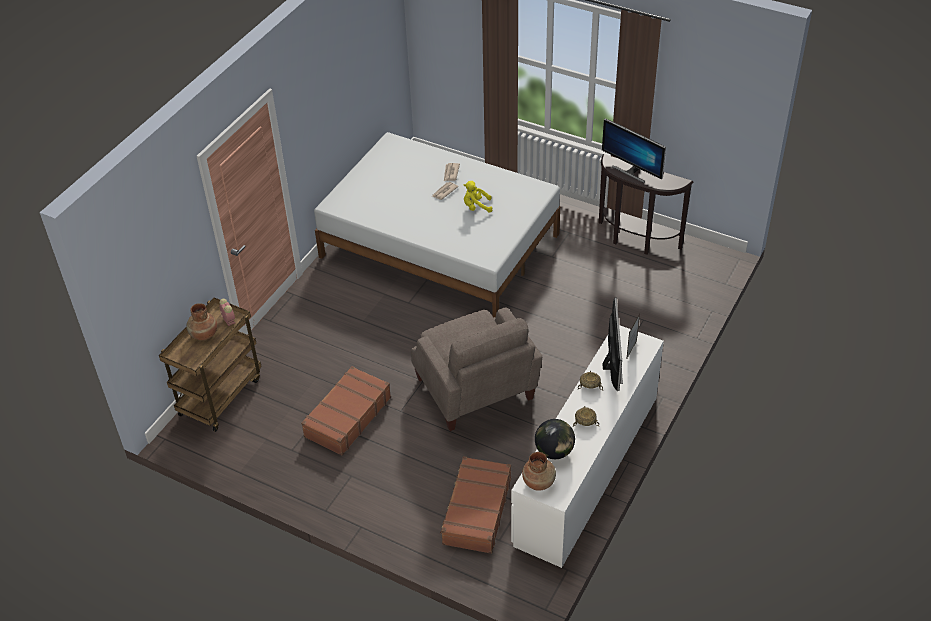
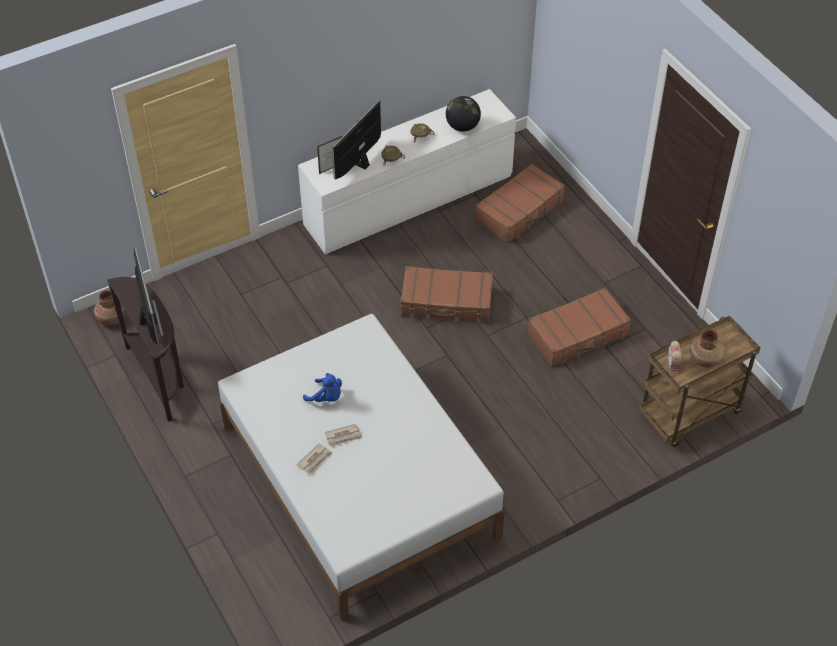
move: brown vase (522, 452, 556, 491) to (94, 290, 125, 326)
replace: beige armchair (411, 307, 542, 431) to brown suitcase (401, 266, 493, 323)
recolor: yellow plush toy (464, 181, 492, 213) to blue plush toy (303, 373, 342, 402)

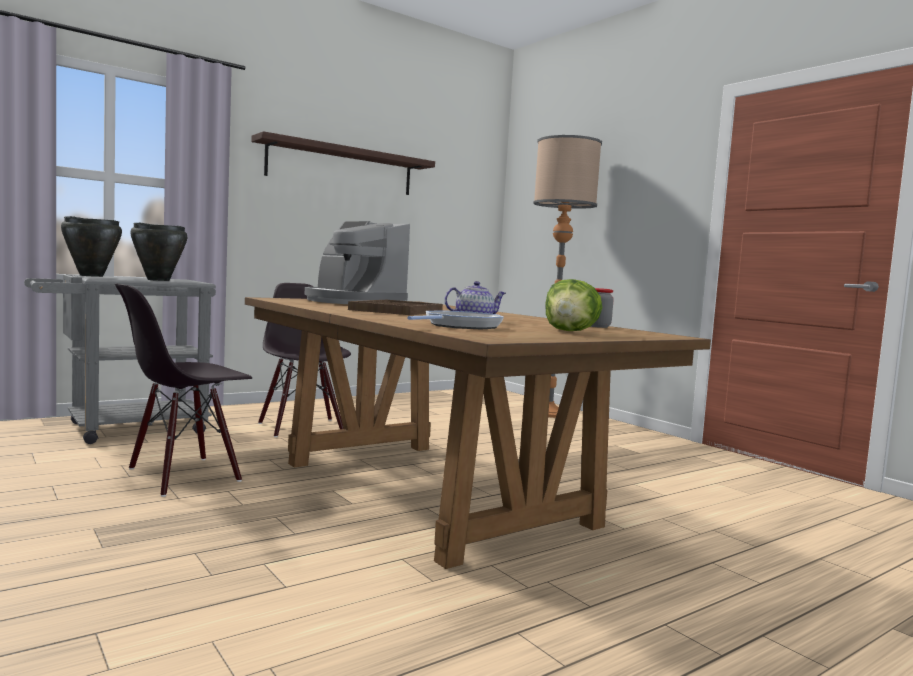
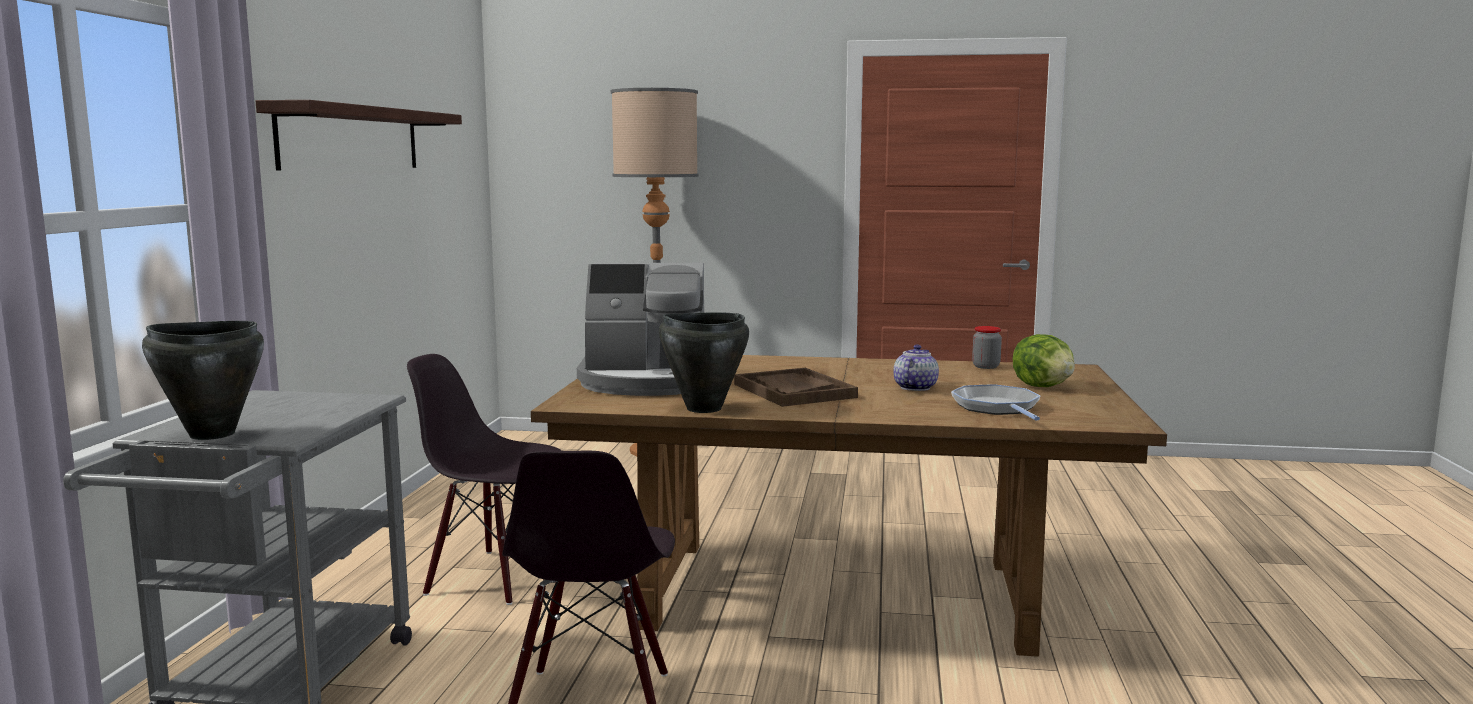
move: black cooking pot (130, 223, 187, 281) to (659, 312, 749, 413)

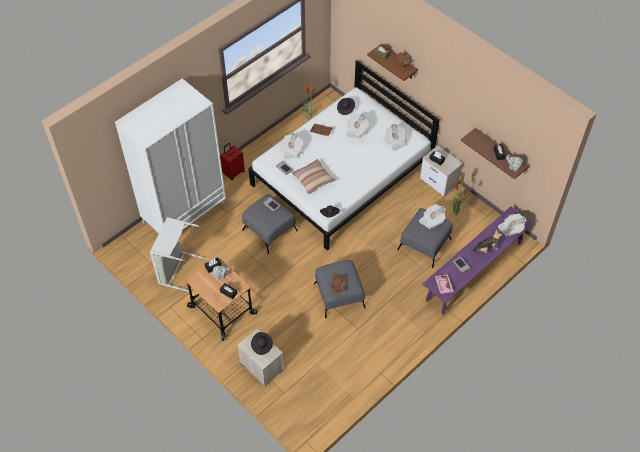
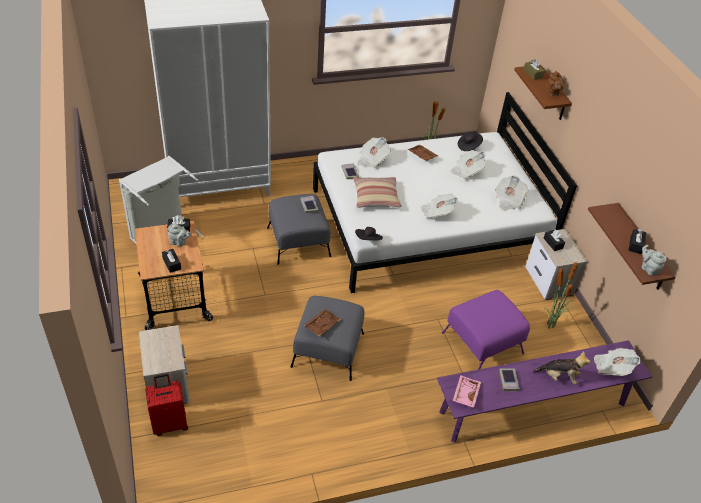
delete: black hat (251, 332, 273, 355)
move: red suitcase (220, 143, 245, 180) to (145, 374, 188, 436); newspaper (419, 204, 446, 229) to (421, 193, 458, 219)
recolor: grey ottoman (398, 208, 453, 268) to purple ottoman (442, 290, 530, 370)

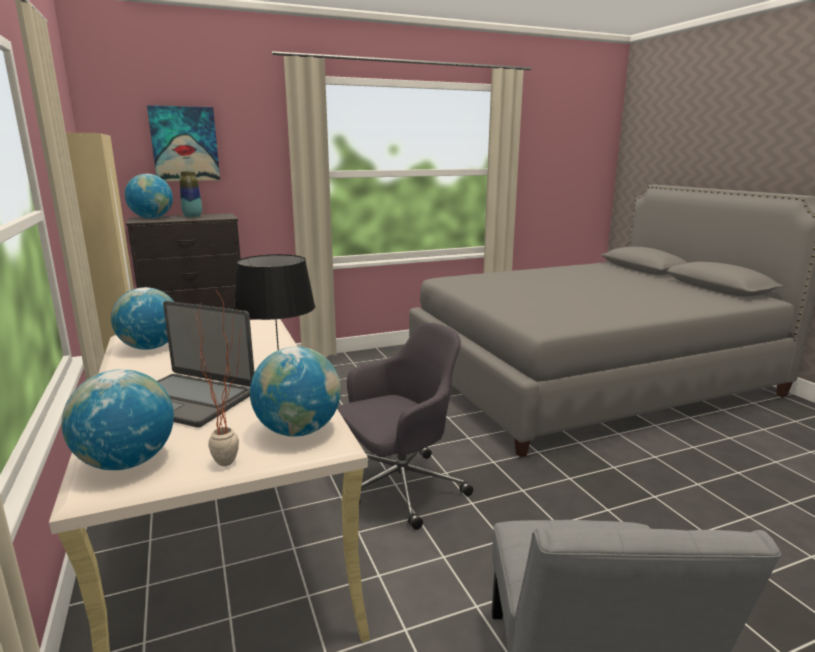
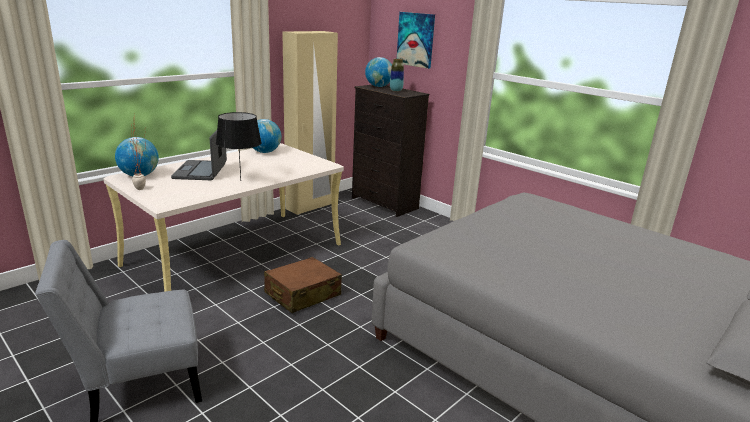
delete: globe (250, 347, 341, 436)
replace: grey office chair (337, 322, 473, 530) to brown suitcase (264, 257, 342, 313)

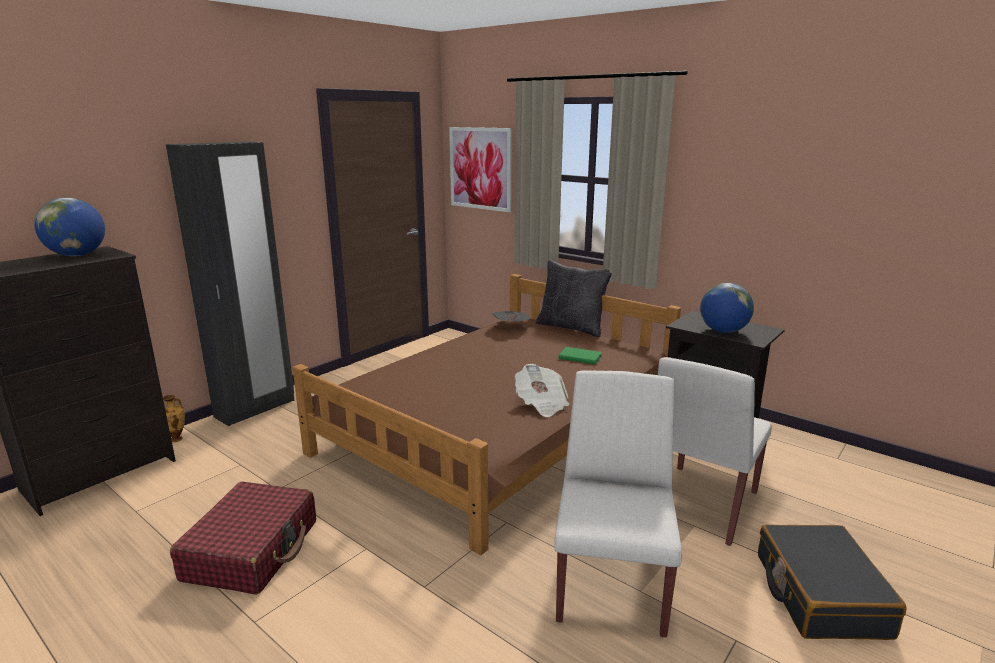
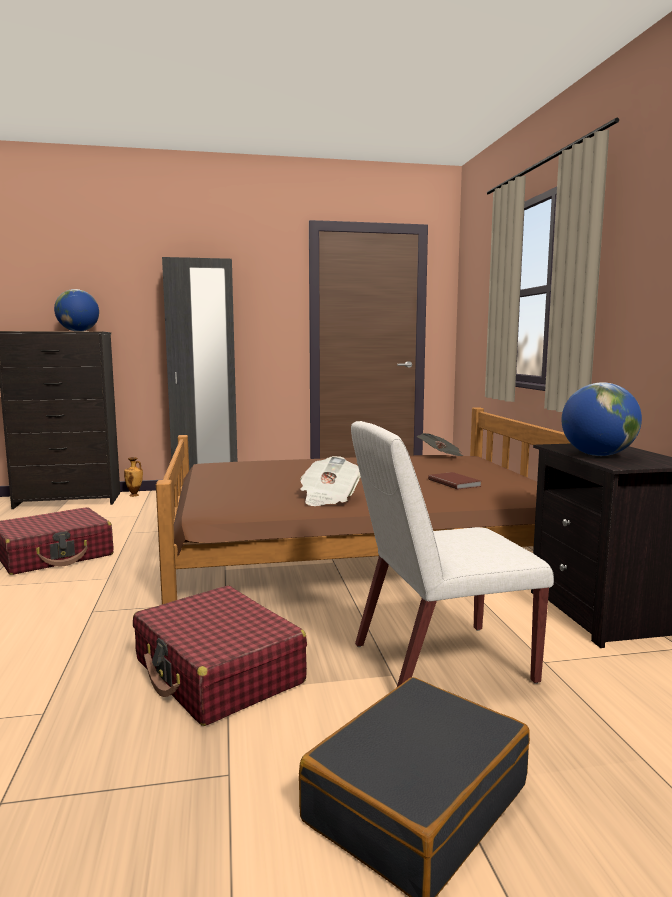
delete: picture (449, 127, 512, 212); black pillow (536, 260, 612, 337)
replace: white chair (554, 370, 682, 638) to red suitcase (133, 585, 307, 726)
recolor: green book (559, 347, 602, 365) to brown book (428, 472, 481, 490)

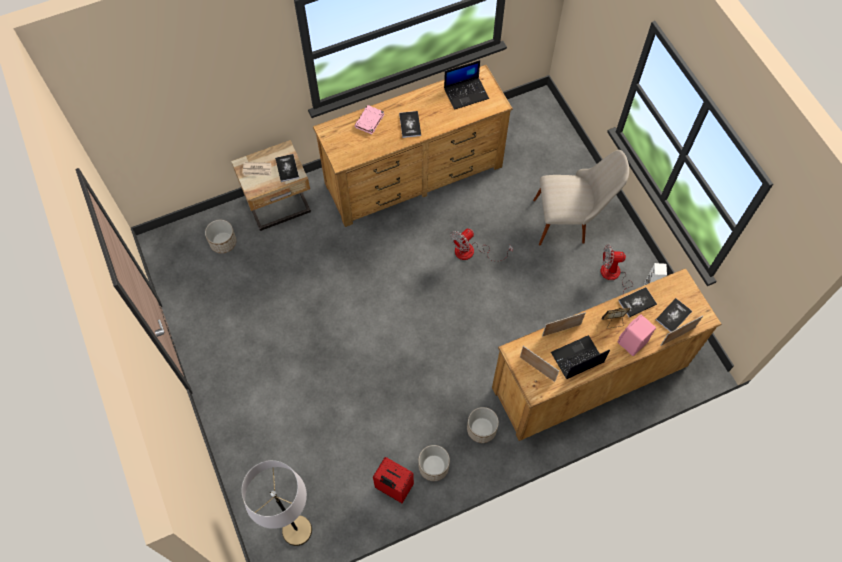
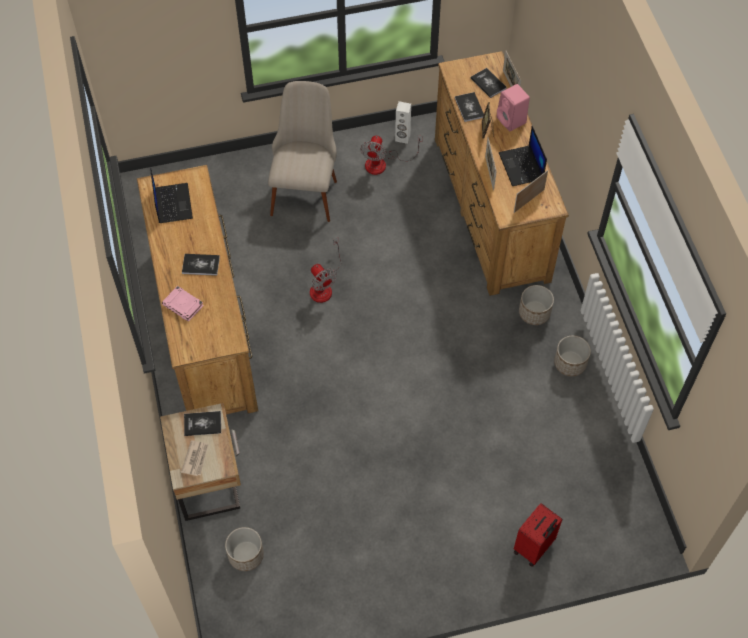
delete: grey floor lamp (242, 460, 312, 546)
move: red suitcase (373, 457, 414, 503) to (514, 503, 563, 567)

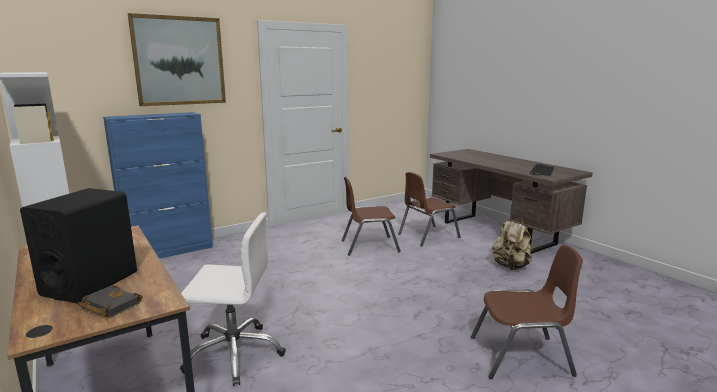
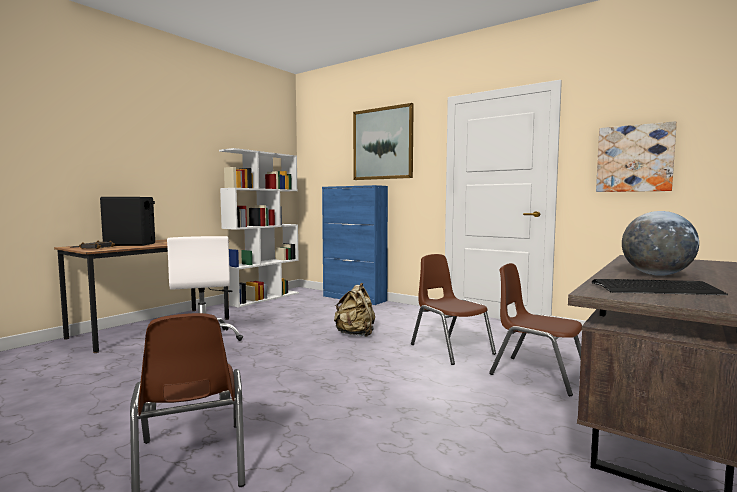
insert: picture (596, 121, 677, 192); globe (622, 211, 699, 276)
move: beige backpack (492, 217, 532, 270) to (334, 283, 375, 337)

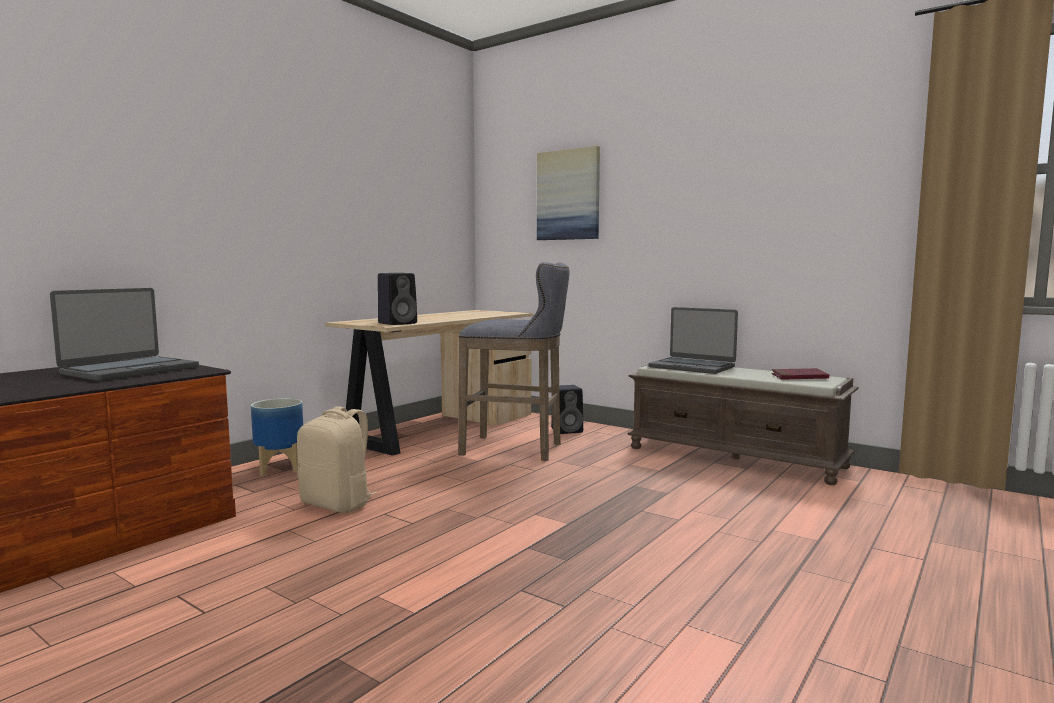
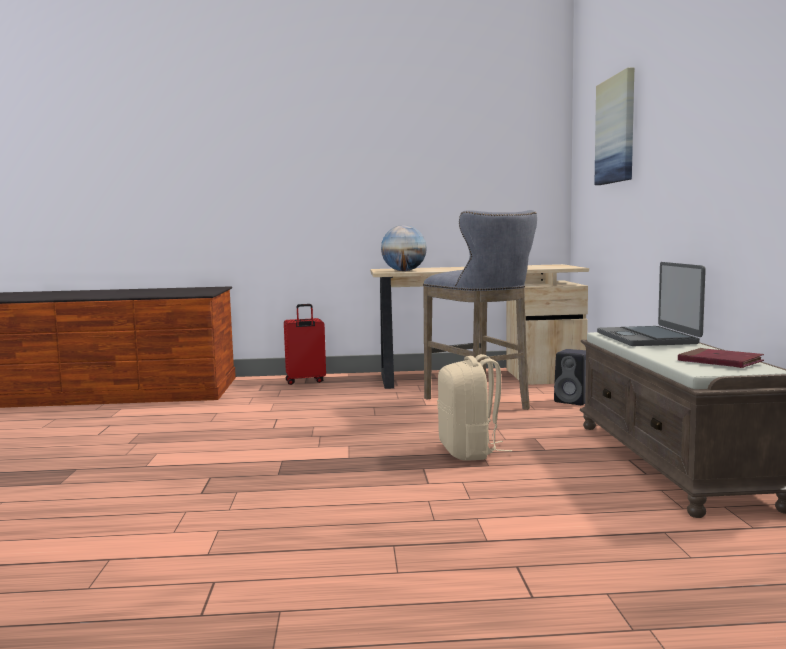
delete: laptop (50, 288, 199, 381)
move: beige backpack (297, 406, 377, 513) to (437, 354, 512, 461)
replace: black speaker (378, 273, 417, 325) to globe (381, 225, 427, 271); planter (251, 398, 303, 476) to red suitcase (284, 304, 326, 385)

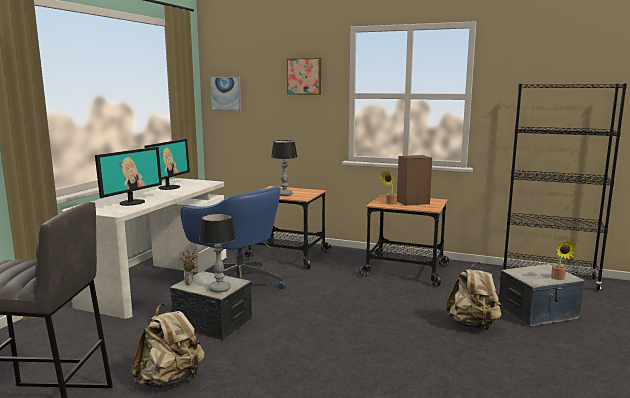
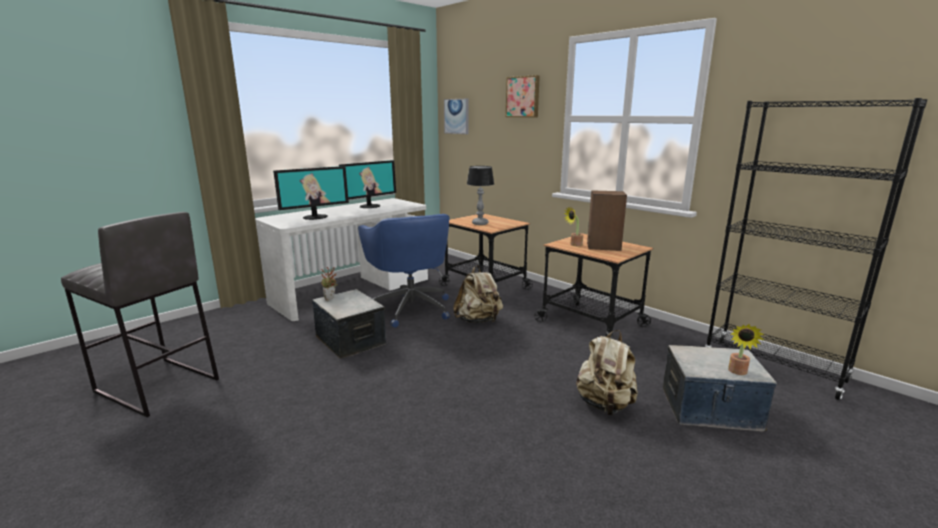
delete: table lamp (199, 213, 236, 293)
move: beige backpack (131, 304, 205, 388) to (453, 265, 503, 323)

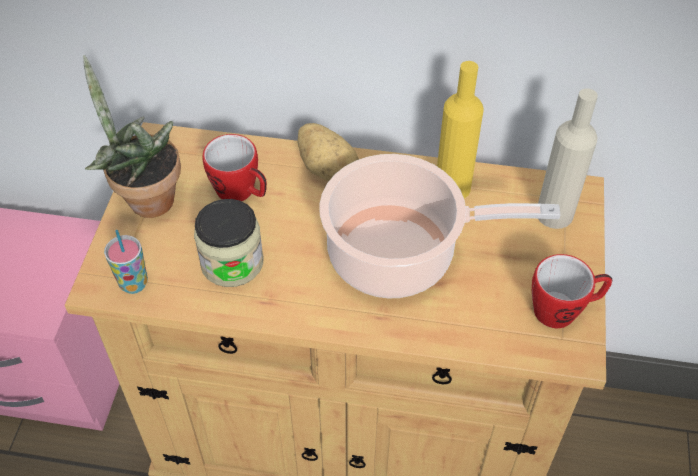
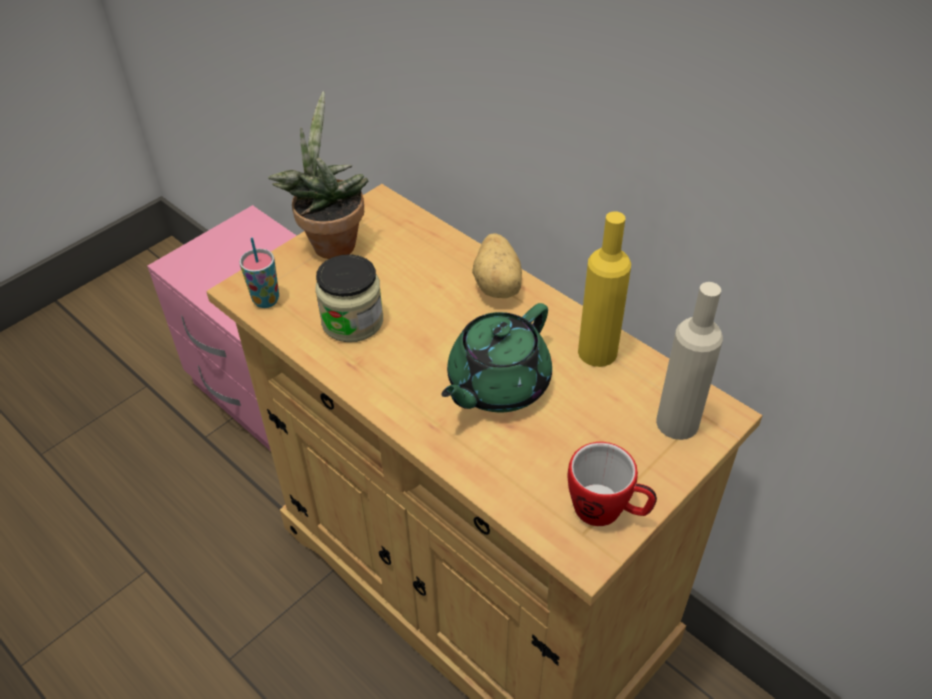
delete: mug (202, 134, 267, 201)
replace: cooking pot (319, 154, 560, 298) to green teapot (441, 303, 552, 412)

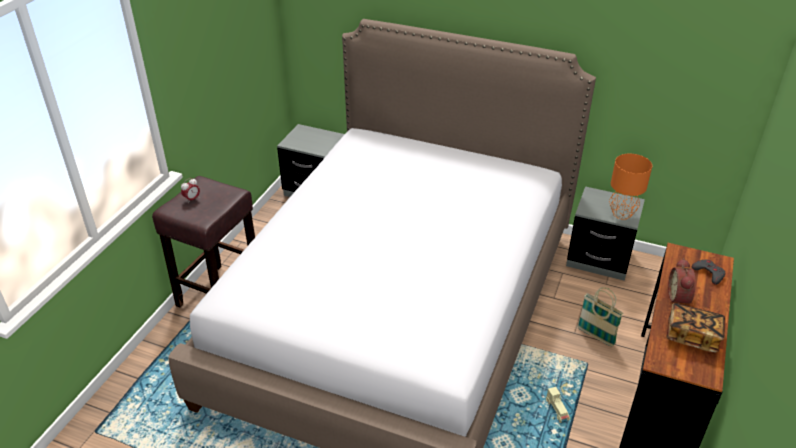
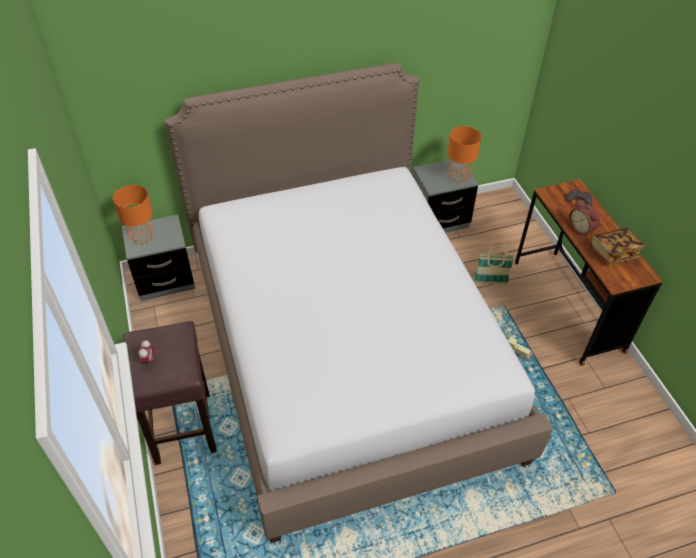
insert: orange table lamp (113, 185, 154, 245)

